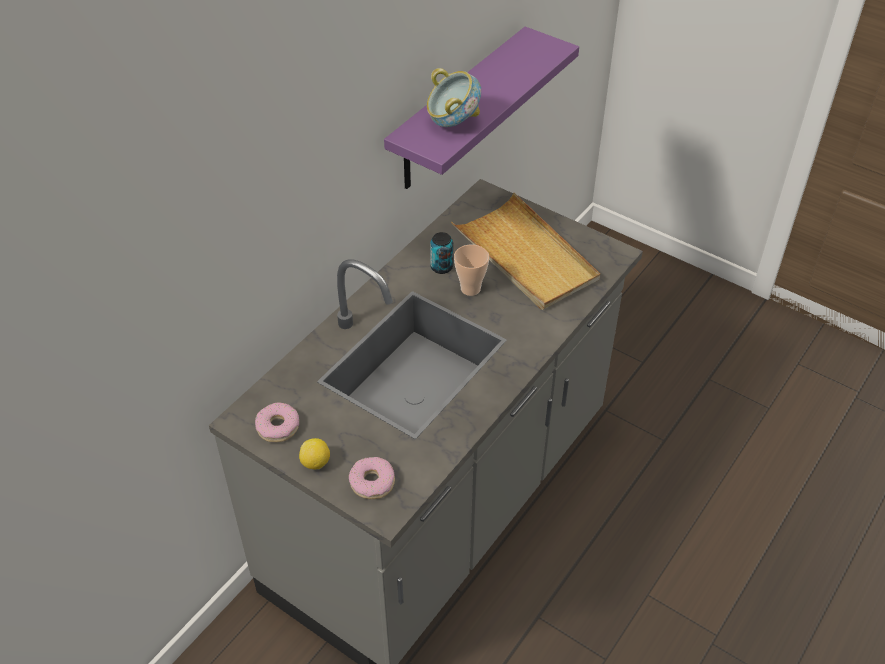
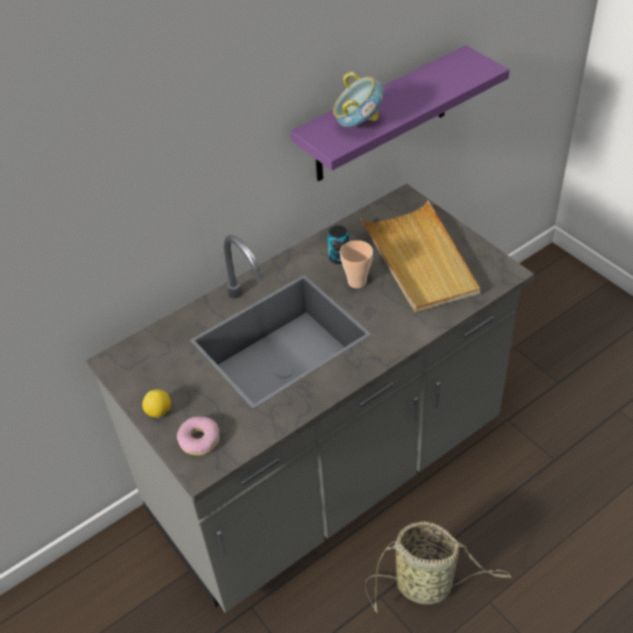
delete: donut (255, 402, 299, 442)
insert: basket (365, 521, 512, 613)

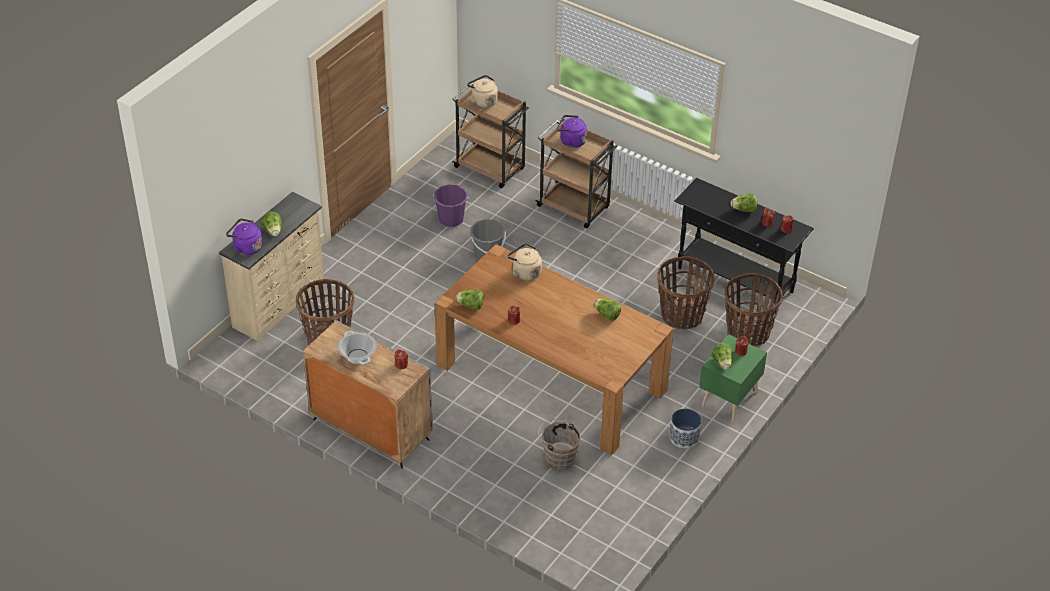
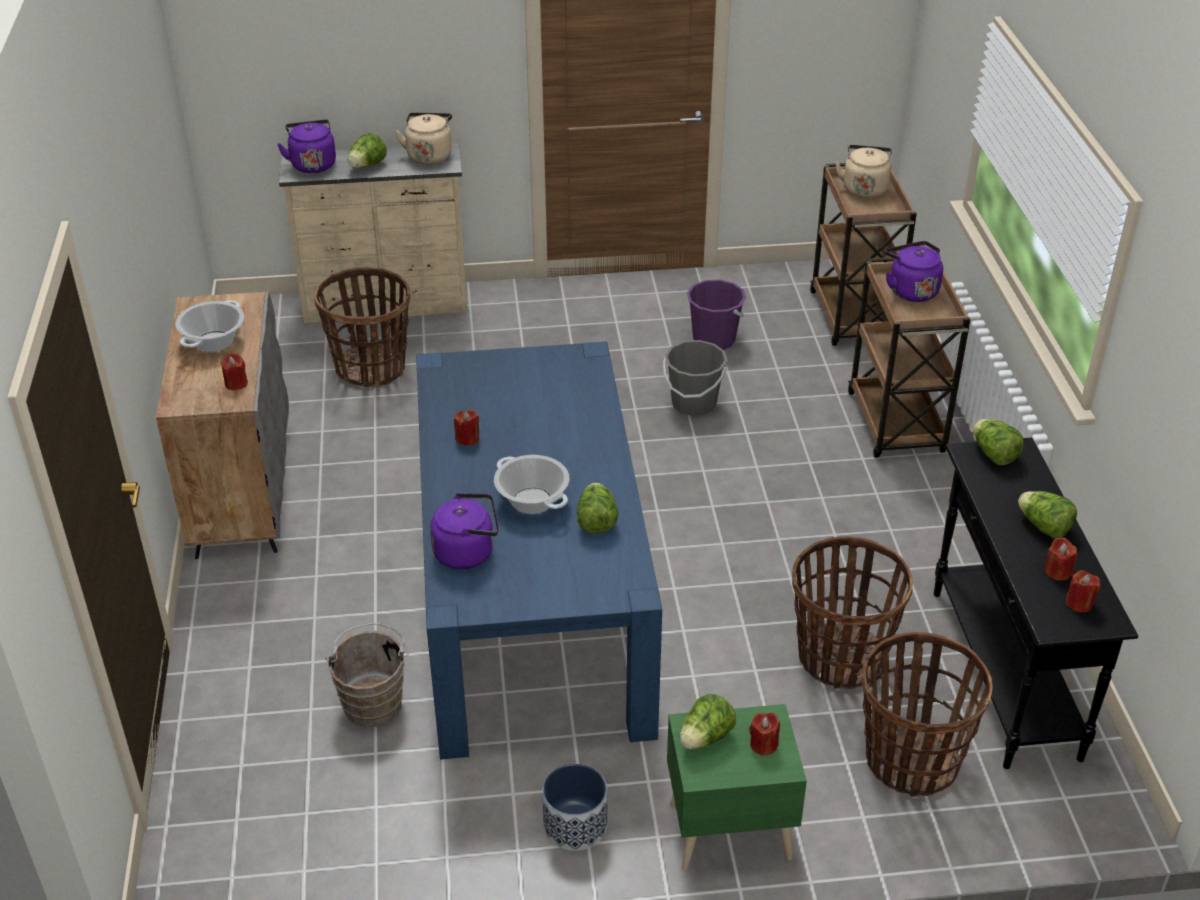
insert: cooking pot (494, 455, 569, 514); purple kettle (430, 493, 499, 569)
move: beige kettle (507, 243, 542, 281) to (395, 112, 452, 164); lettuce (456, 290, 484, 310) to (973, 419, 1024, 466)
recolor: brown dining table (435, 244, 674, 455) to blue dining table (416, 342, 662, 759)

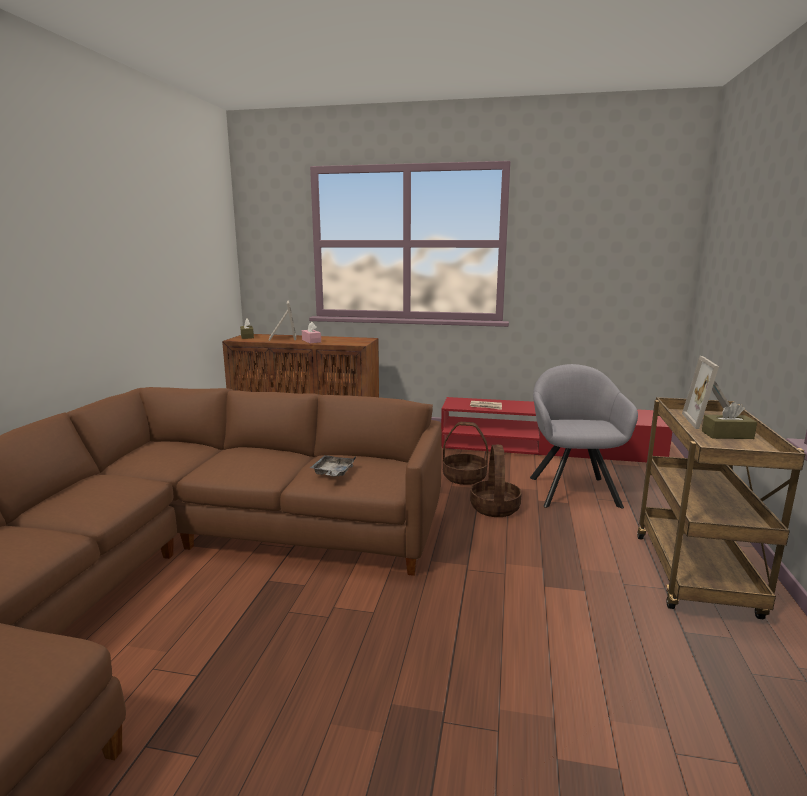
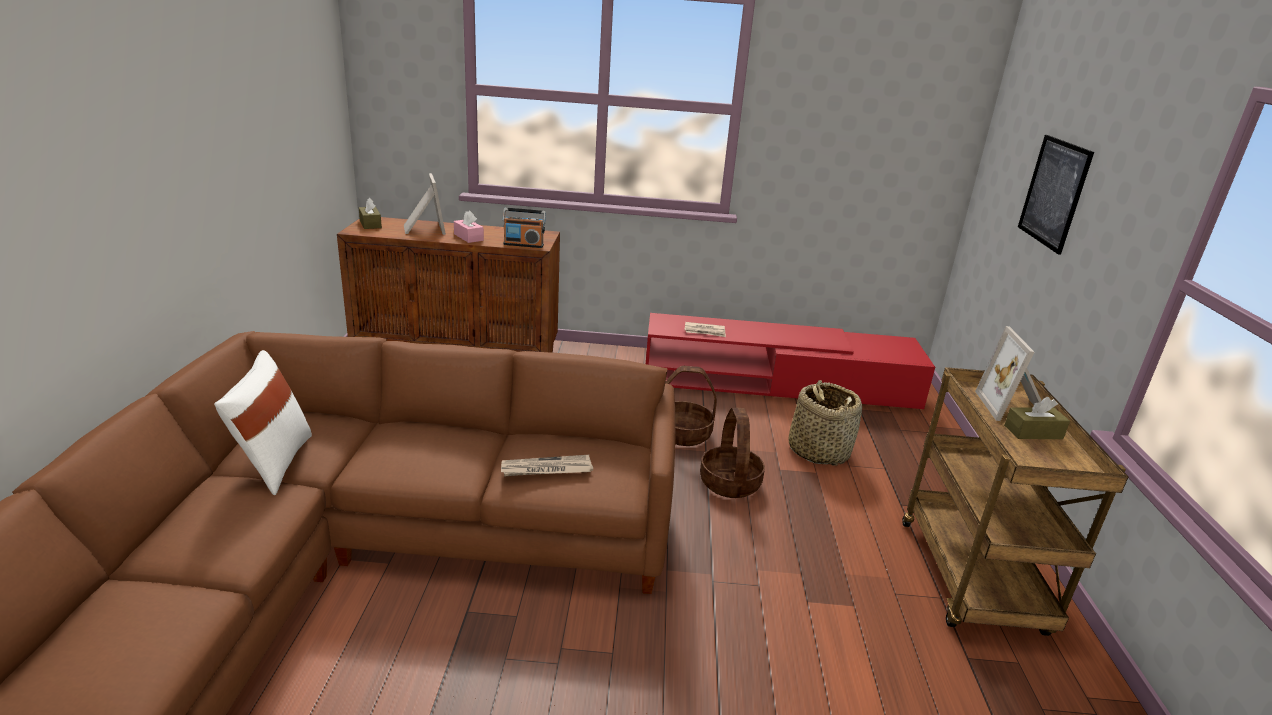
insert: picture (1018, 135, 1094, 255); radio (502, 208, 546, 248); white pillow (214, 350, 312, 495)
replace: grey armchair (530, 364, 638, 508) to basket (788, 380, 862, 466); grey tray (310, 455, 356, 477) to newspaper (501, 455, 593, 476)

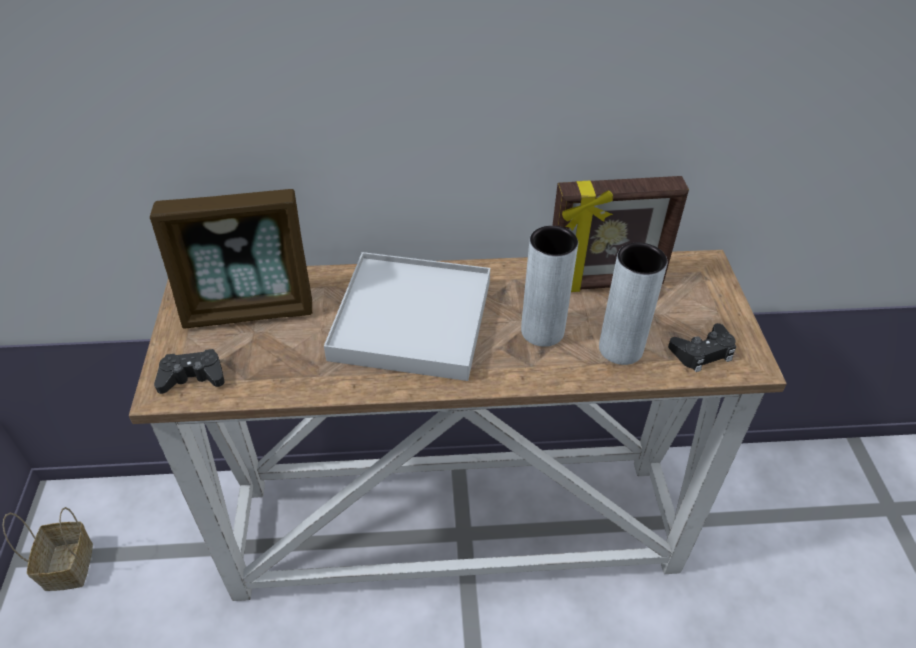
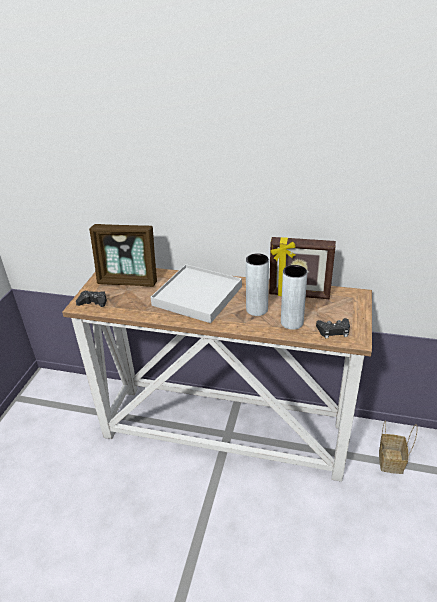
move: basket (2, 507, 93, 591) to (379, 421, 417, 474)

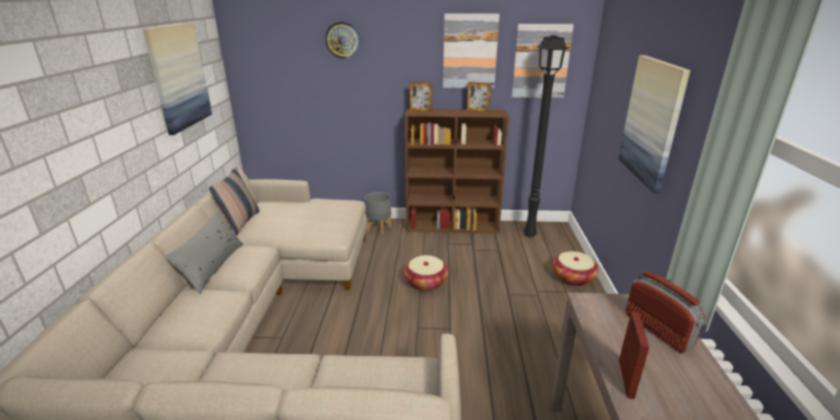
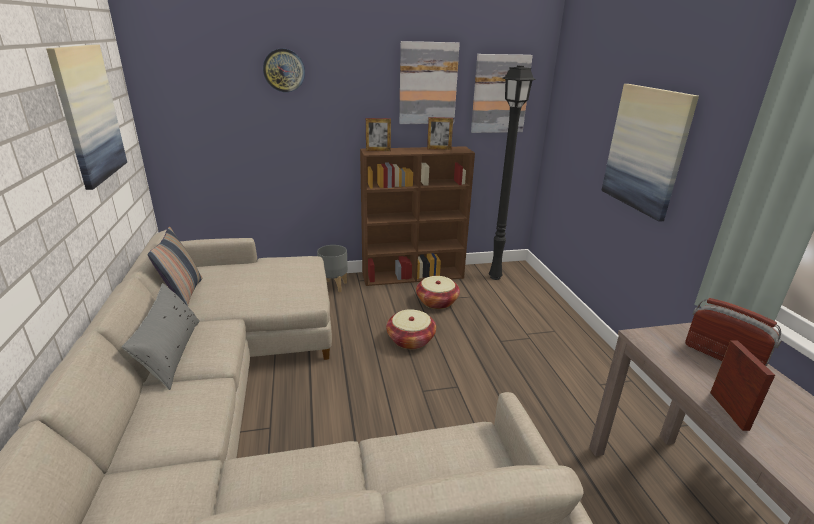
move: basket (552, 251, 599, 286) to (416, 276, 460, 309)

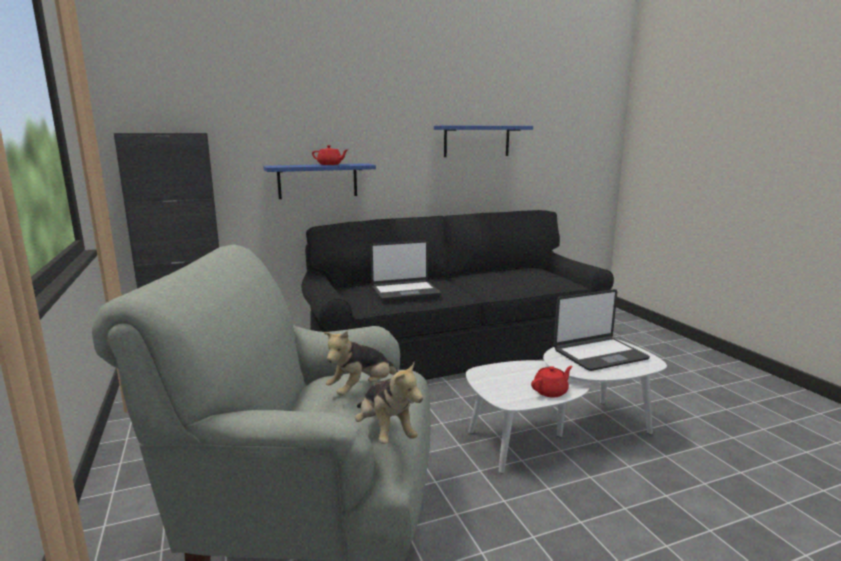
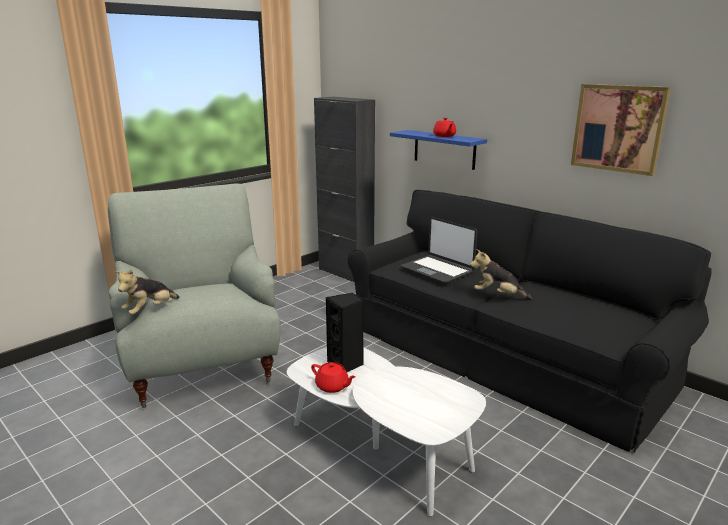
delete: laptop (554, 289, 650, 371)
insert: black speaker (326, 293, 363, 372)
move: plush toy (324, 331, 398, 396) to (470, 249, 532, 300)
replace: blue shelf (434, 125, 533, 157) to picture (571, 84, 671, 176)

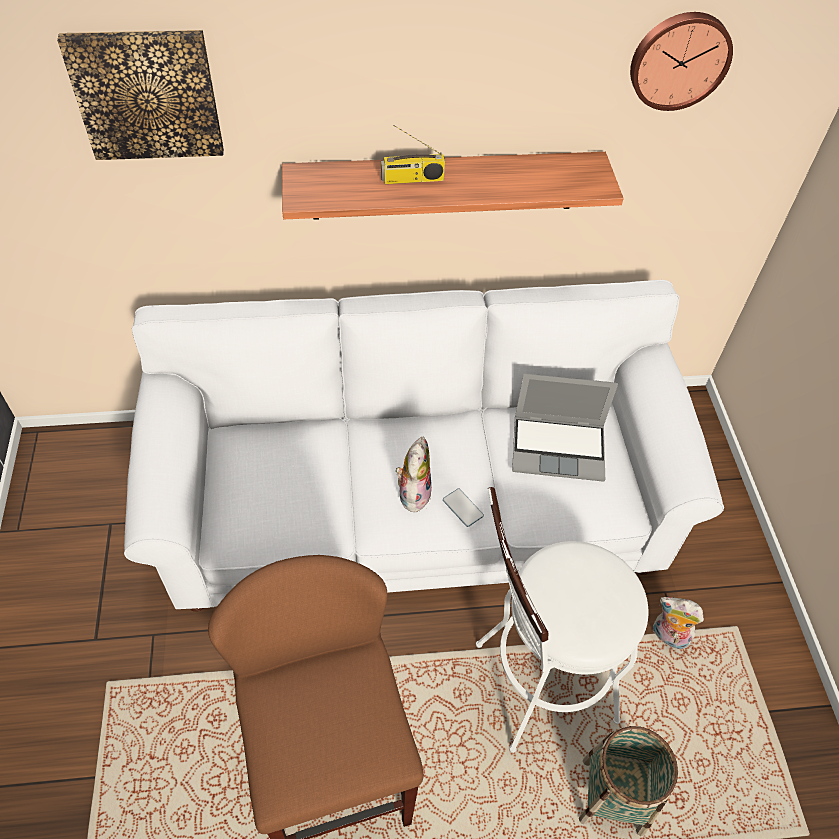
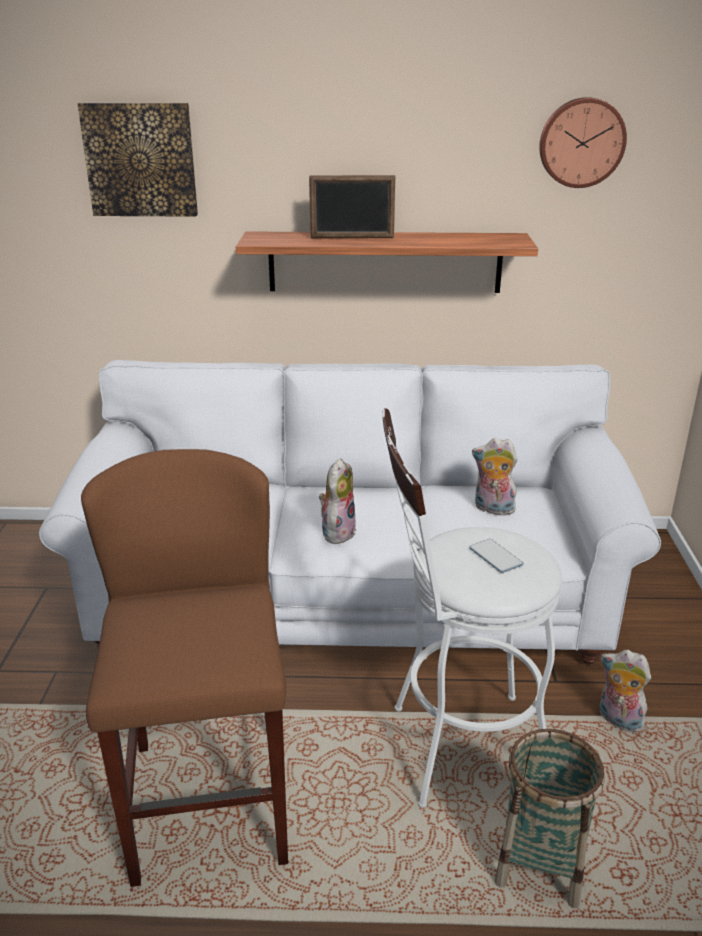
move: phone (443, 489, 484, 527) to (469, 539, 523, 573)
replace: radio (381, 125, 445, 184) to picture frame (309, 175, 395, 238); laptop (512, 373, 618, 482) to plush toy (472, 438, 518, 515)

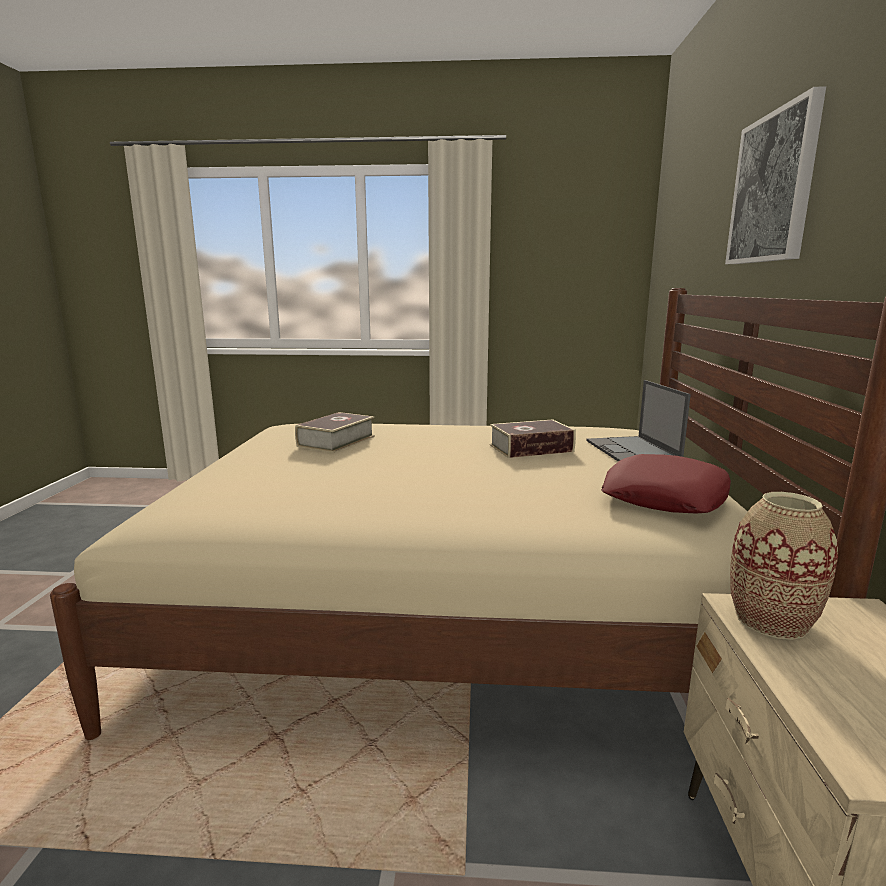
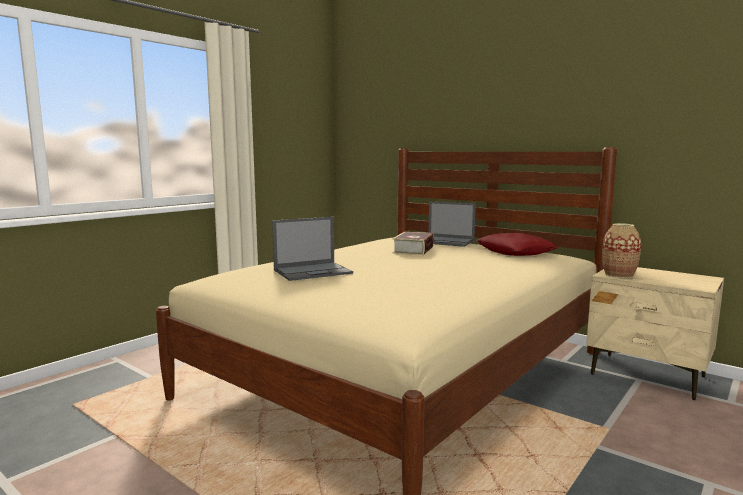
delete: picture (725, 86, 826, 264)
replace: book (295, 412, 375, 453) to laptop (272, 217, 353, 281)

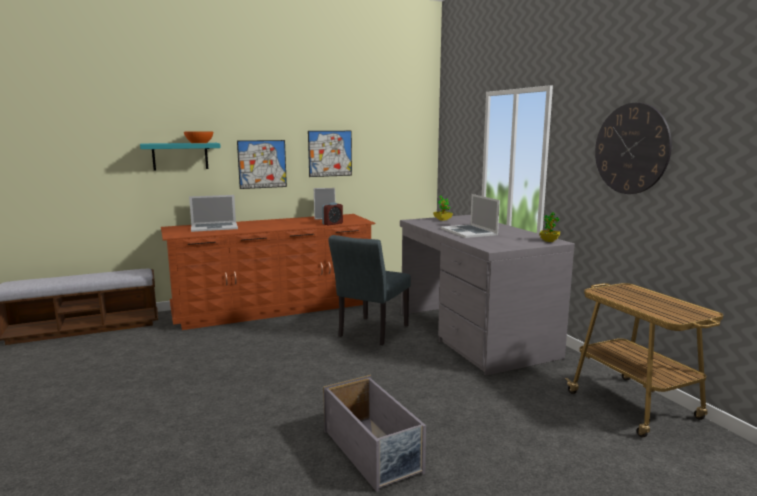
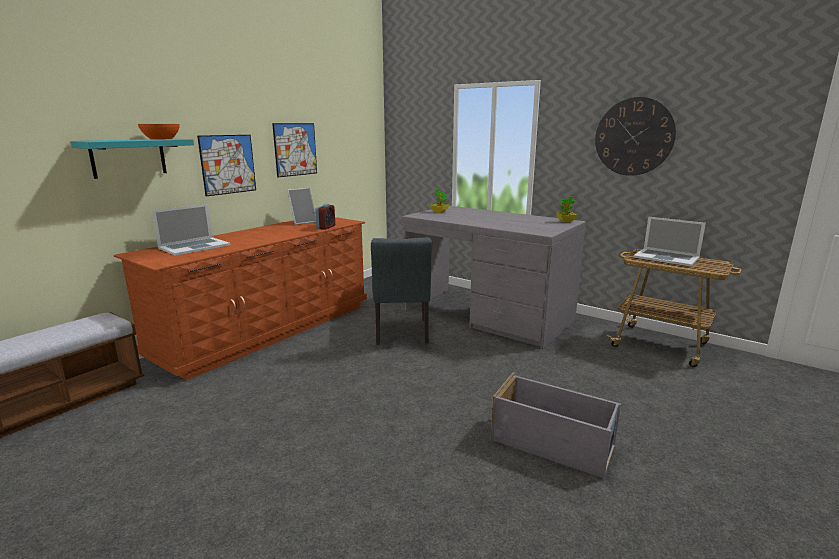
move: laptop (441, 194, 500, 238) to (633, 216, 706, 267)

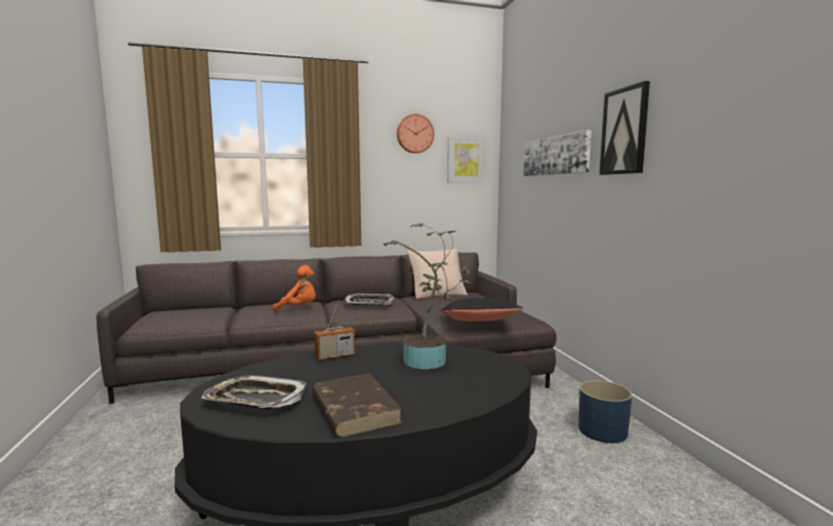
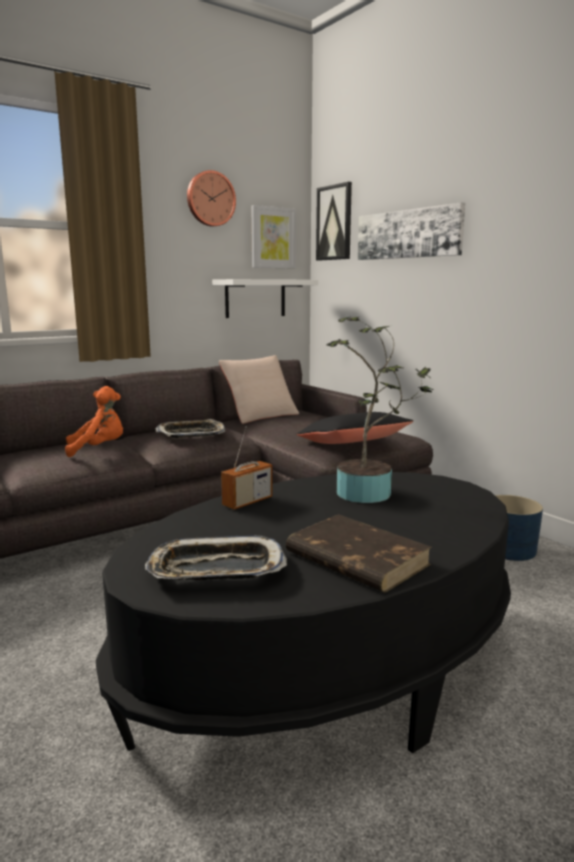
insert: white shelf (212, 279, 318, 318)
move: picture (599, 81, 650, 175) to (316, 182, 352, 261)

